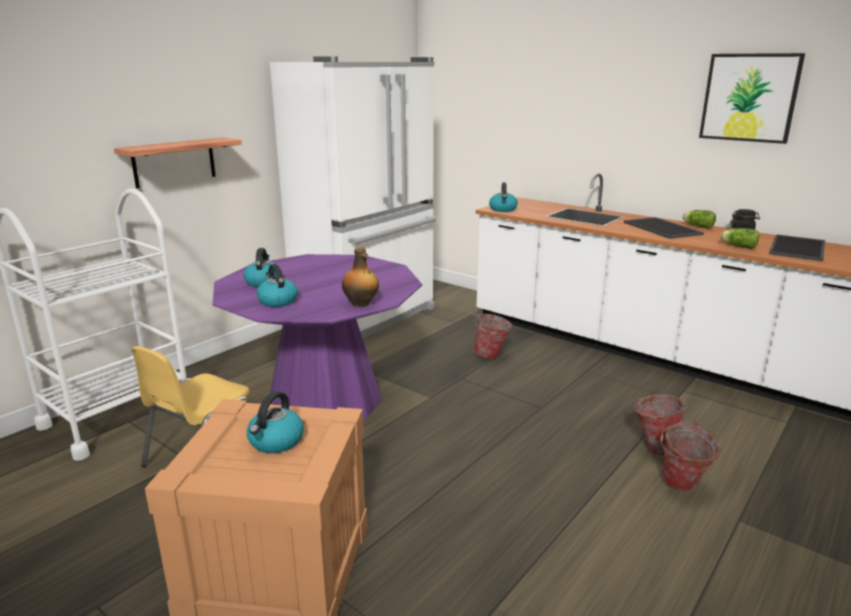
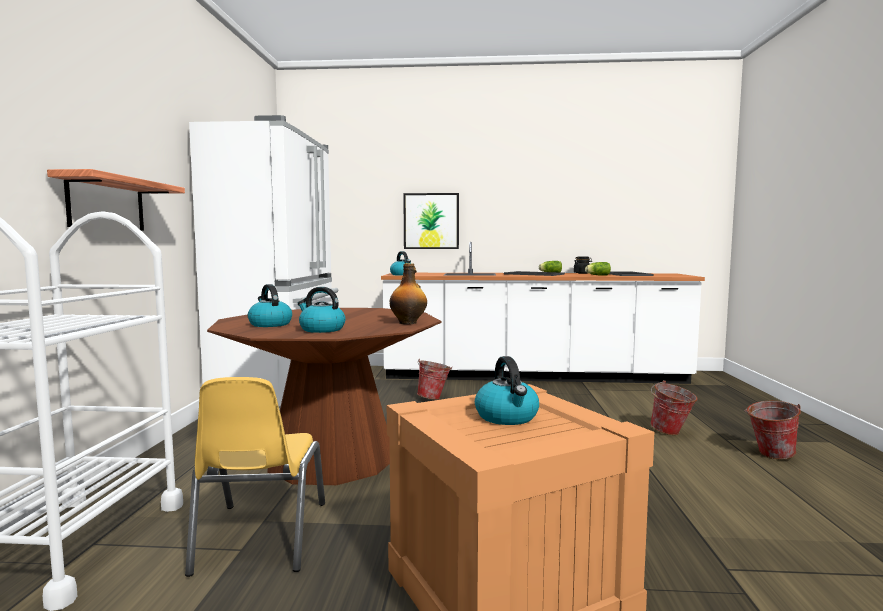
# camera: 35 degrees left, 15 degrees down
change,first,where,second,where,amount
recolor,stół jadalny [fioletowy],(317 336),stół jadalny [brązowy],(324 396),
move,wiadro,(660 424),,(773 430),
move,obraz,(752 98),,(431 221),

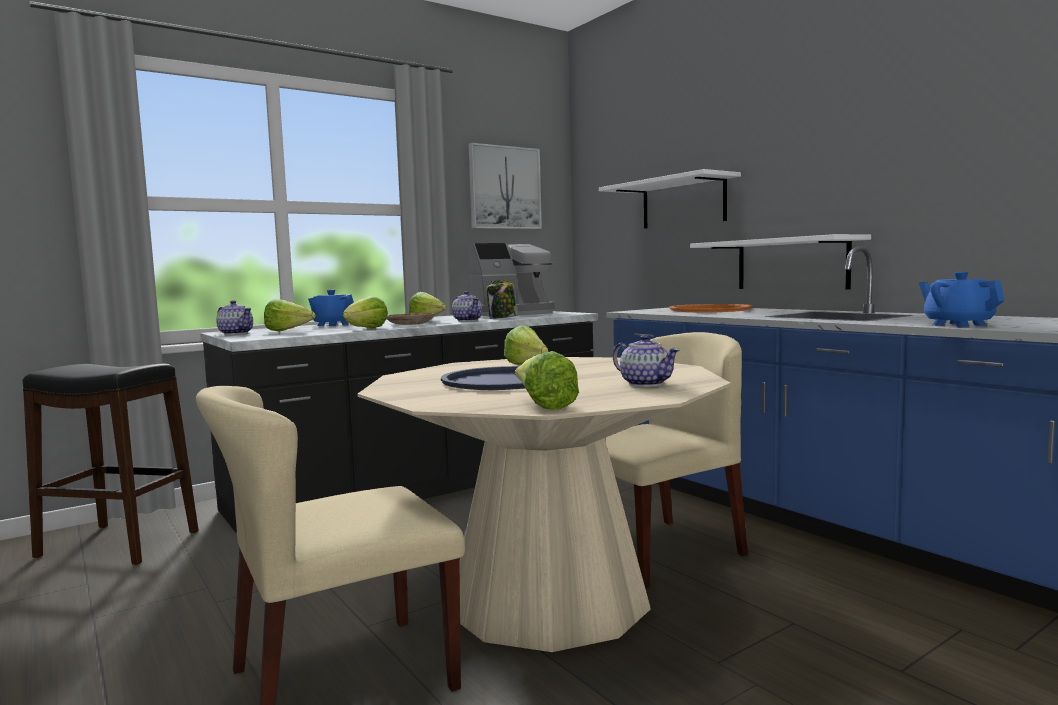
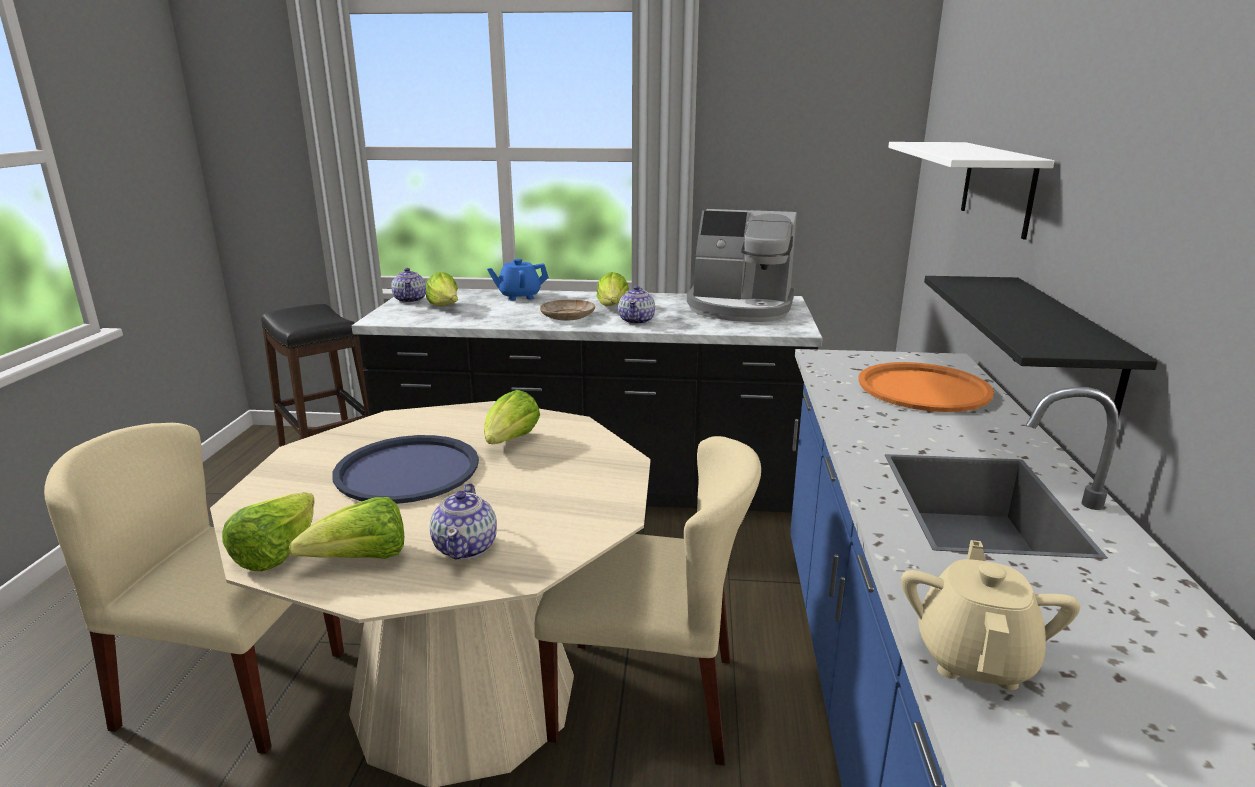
# camera: 40 degrees right, 15 degrees up
change,first,where,second,where,amount
move,sałata,(365 312),,(346 528),
delete,obraz,(505 186),,,
delete,słoik,(502 299),,,
recolor,półka [biały],(780 262),półka [czarny],(1041 346),
recolor,imbryk [niebieski],(962 299),imbryk [beżowy],(991 615),

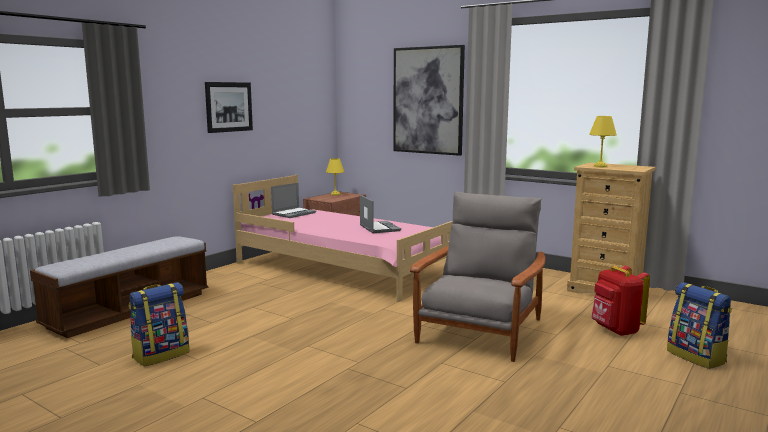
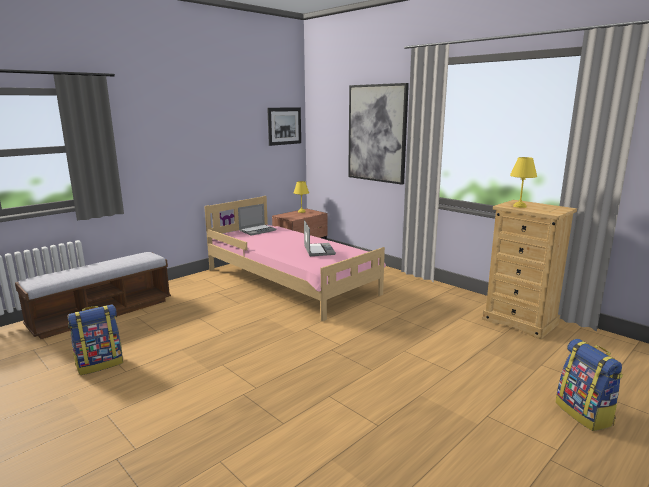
# camera: 10 degrees right, 5 degrees up
change,first,where,second,where,amount
move,obraz,(229 107),,(284 126),
delete,fotel [szary],(478 277),,,
delete,plecak [czerwony],(620 301),,,

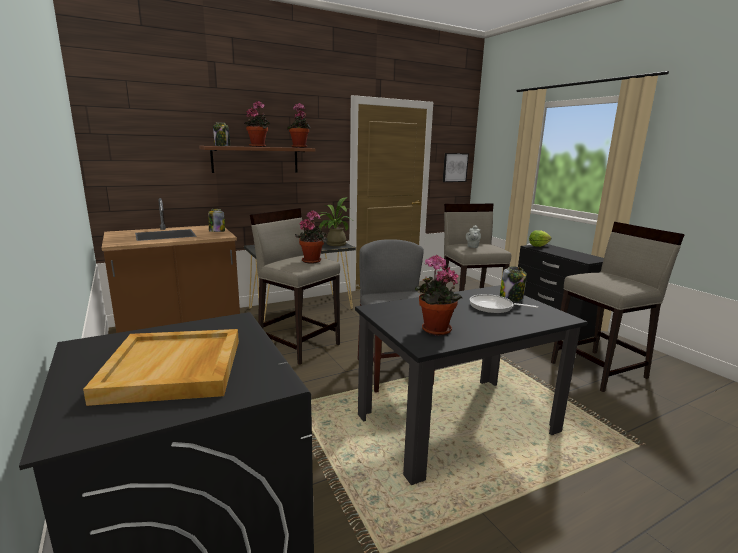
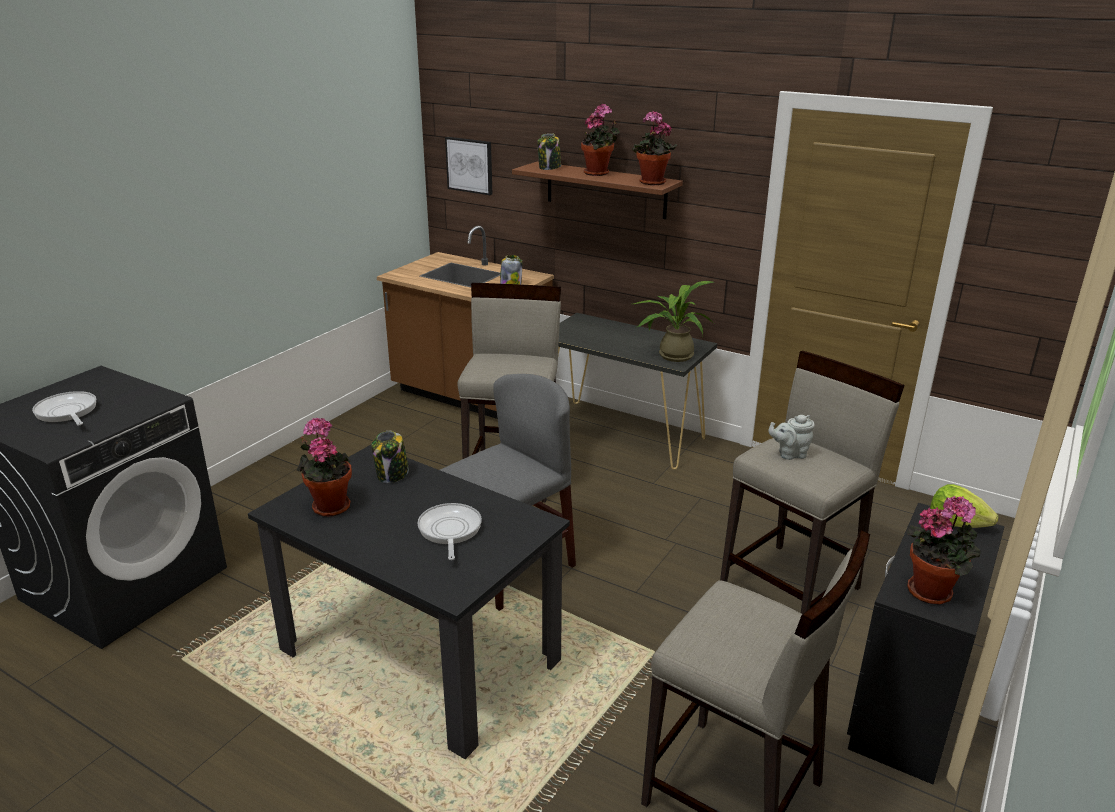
# camera: 60 degrees right, 10 degrees up
change,first,where,second,where,amount
replace,taca [beżowy],(161 367),patelnia,(64 408),
move,roślina doniczkowa,(311 237),,(944 550),
move,obraz,(456 167),,(468 166),
move,słoik,(513 283),,(390 457),

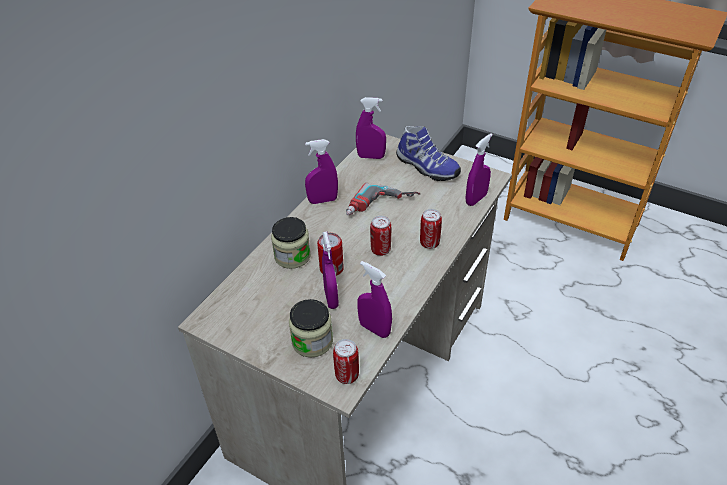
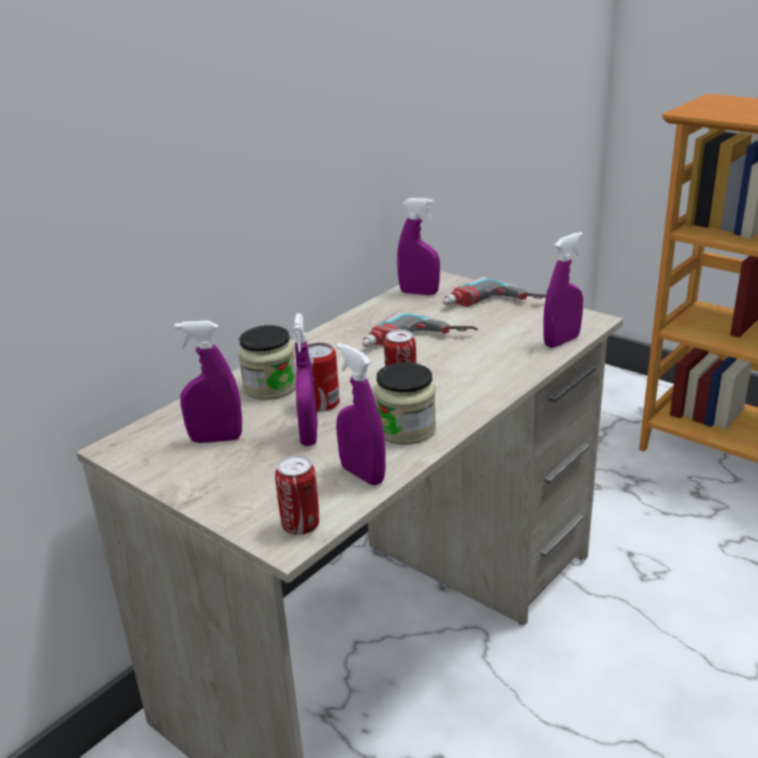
# camera: 10 degrees right, 15 degrees down
change,first,where,second,where,amount
move,słoik,(311 328),,(405 403),
move,spryskiwacz [fioletowy],(321 171),,(208 382),
replace,but,(428 153),wiertarka,(494 291),
delete,puszka,(431 229),,,

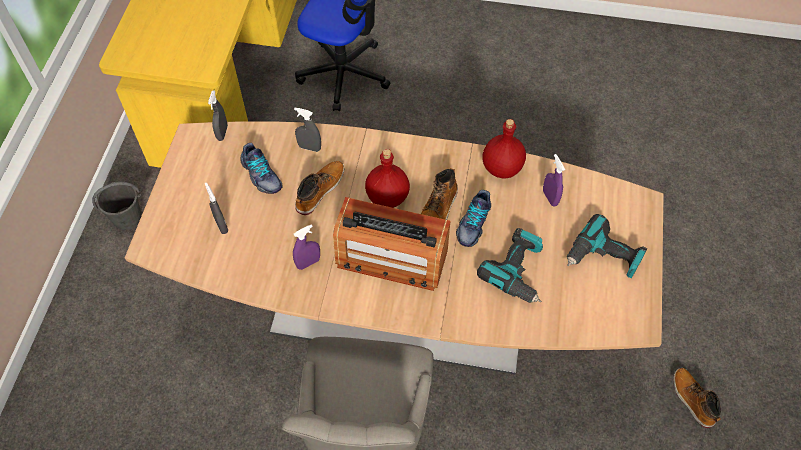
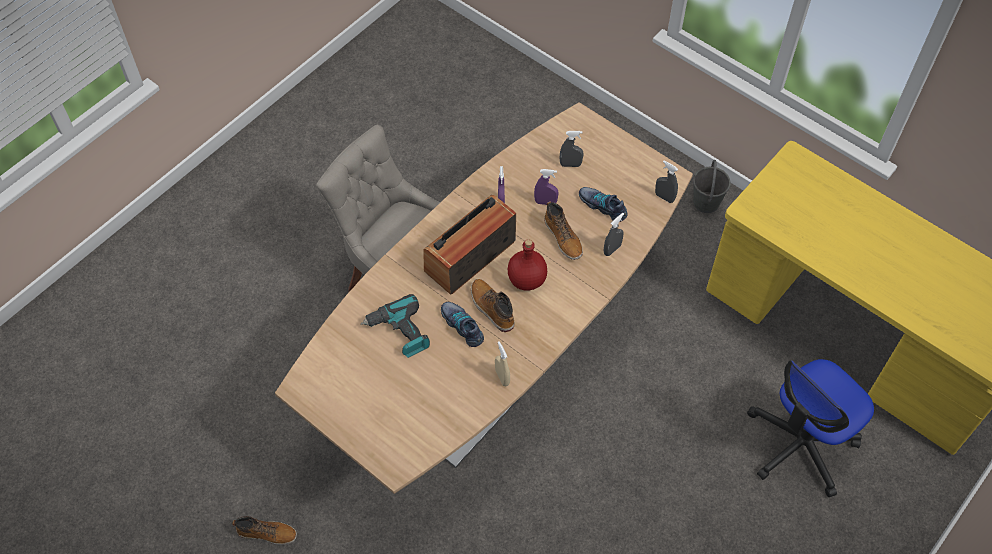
# camera: 120 degrees right, 0 degrees up
change,first,where,second,where,amount
rotate,but,(262 168),,(603 204),45 degrees clockwise
replace,butelka [czerwony],(504 149),spryskiwacz [beżowy],(502 364),
move,spryskiwacz [fioletowy],(554 180),,(546 187),
delete,wiertarka,(607 246),,,

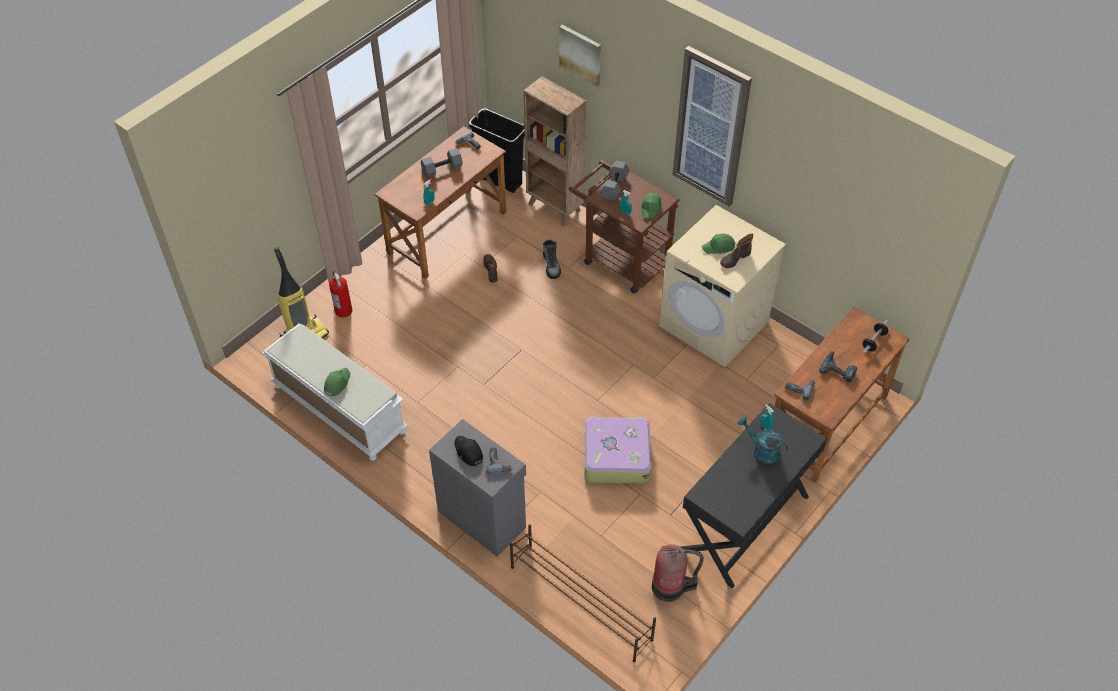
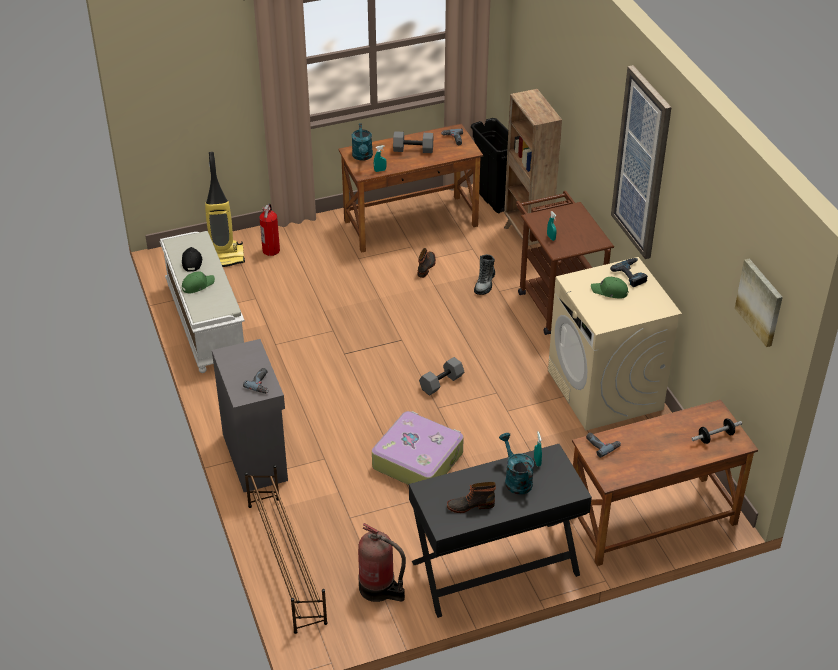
# camera: 30 degrees right, 10 degrees down
change,first,where,second,where,amount
move,czapka z daszkiem [czarny],(468 451),,(192 259),
move,obraz,(580 56),,(759 303),
move,hantel [szary],(614 180),,(441 376),
delete,czapka z daszkiem [zielony],(651 206),,,
move,but z cholewką,(736 250),,(471 497),
move,wiertarka,(838 366),,(629 272),
insert,,,konewka [turkusowy],(362 142),

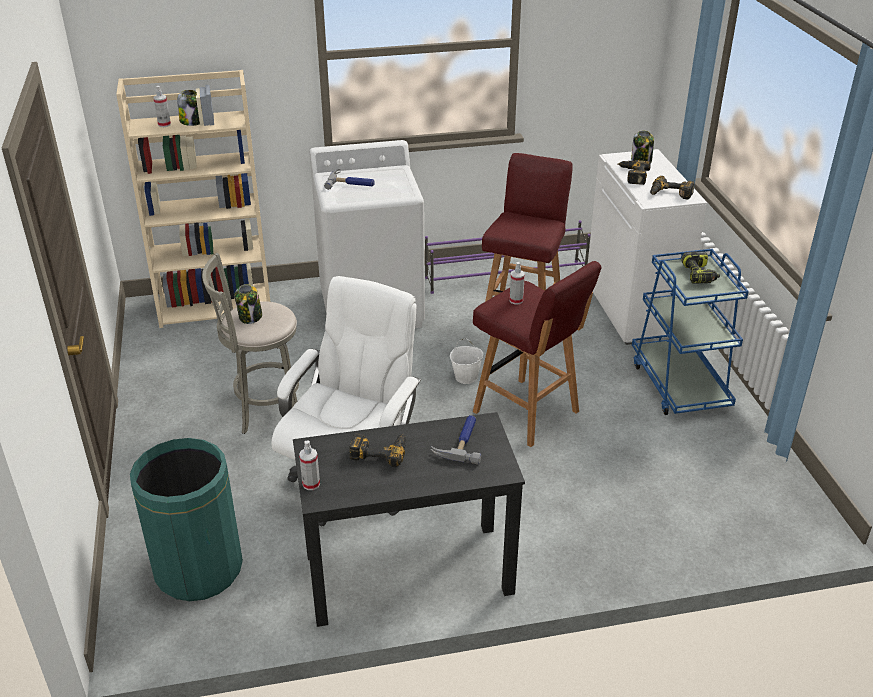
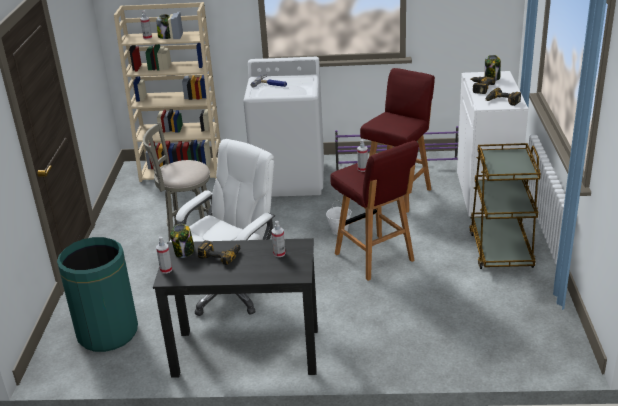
# camera: 15 degrees right, 5 degrees down
change,first,where,second,where,amount
move,słoik,(248 304),,(182 241),
replace,młotek,(456 439),spryskiwacz,(278 239),
recolor,wózek [niebieski],(690 332),wózek [brązowy],(505 206),
delete,wiertarka,(700 267),,,

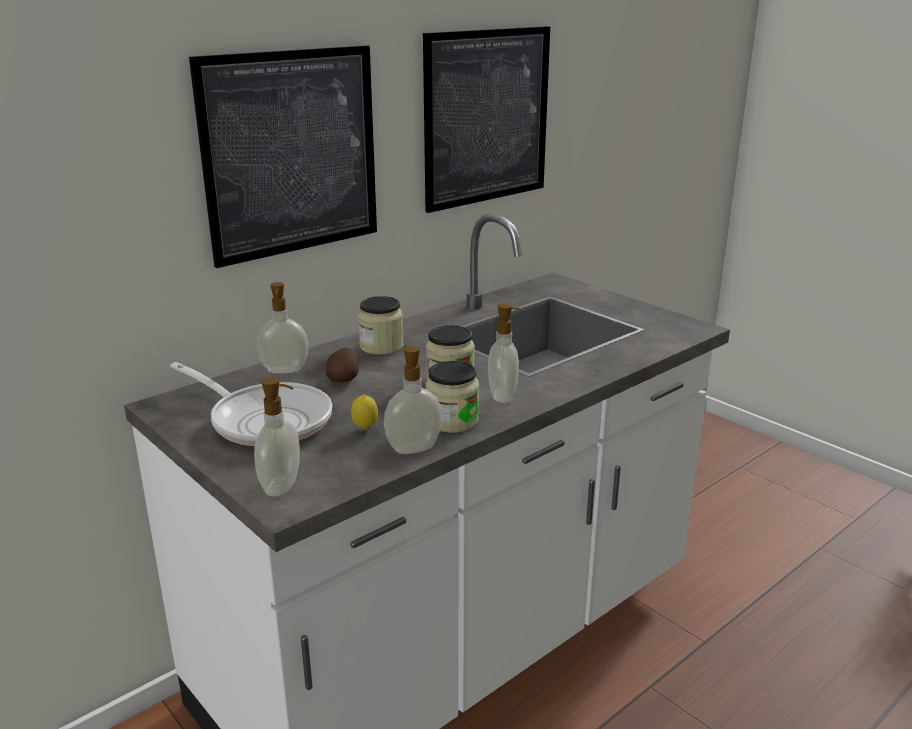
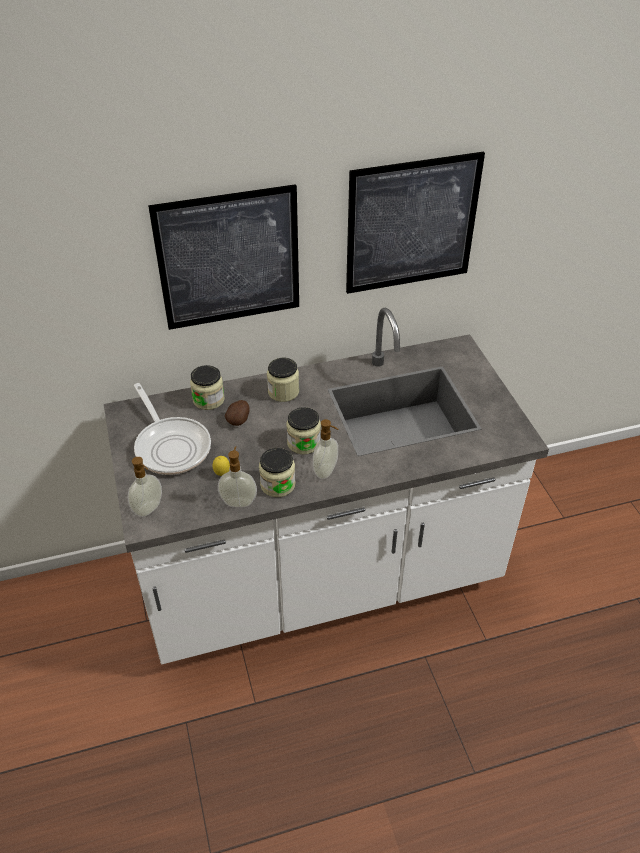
# camera: 25 degrees right, 20 degrees up
change,first,where,second,where,amount
replace,dozownik mydła,(283 328),słoik,(207 387),

